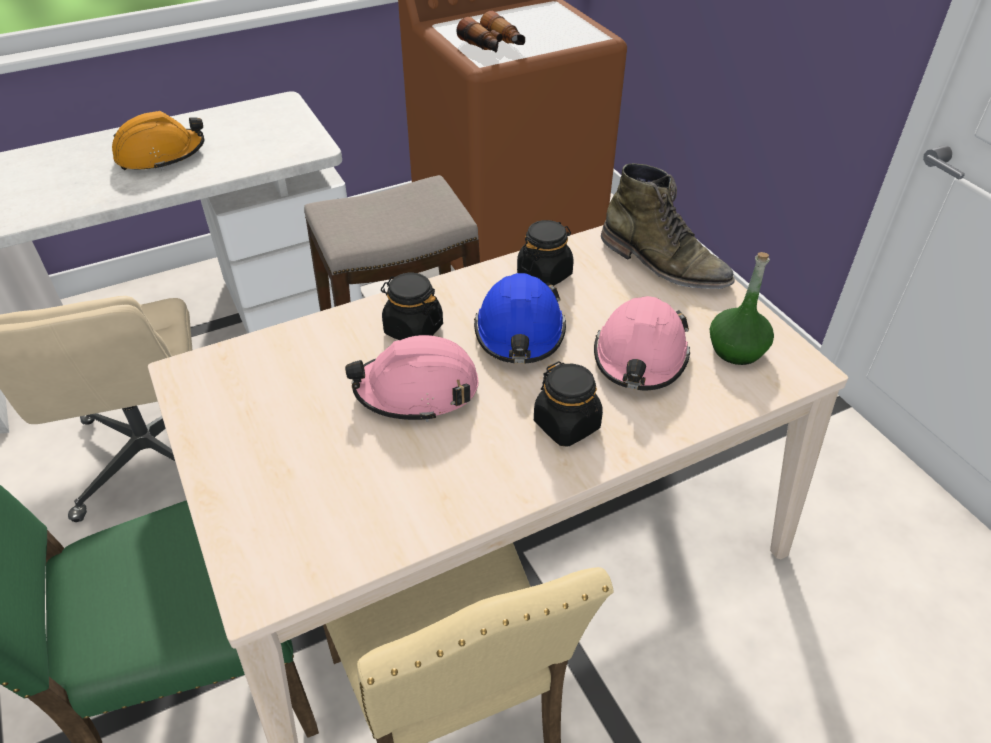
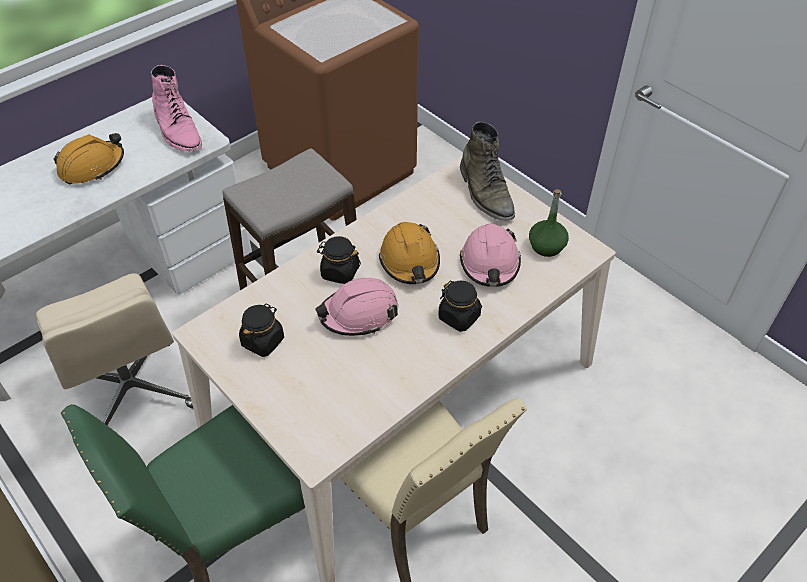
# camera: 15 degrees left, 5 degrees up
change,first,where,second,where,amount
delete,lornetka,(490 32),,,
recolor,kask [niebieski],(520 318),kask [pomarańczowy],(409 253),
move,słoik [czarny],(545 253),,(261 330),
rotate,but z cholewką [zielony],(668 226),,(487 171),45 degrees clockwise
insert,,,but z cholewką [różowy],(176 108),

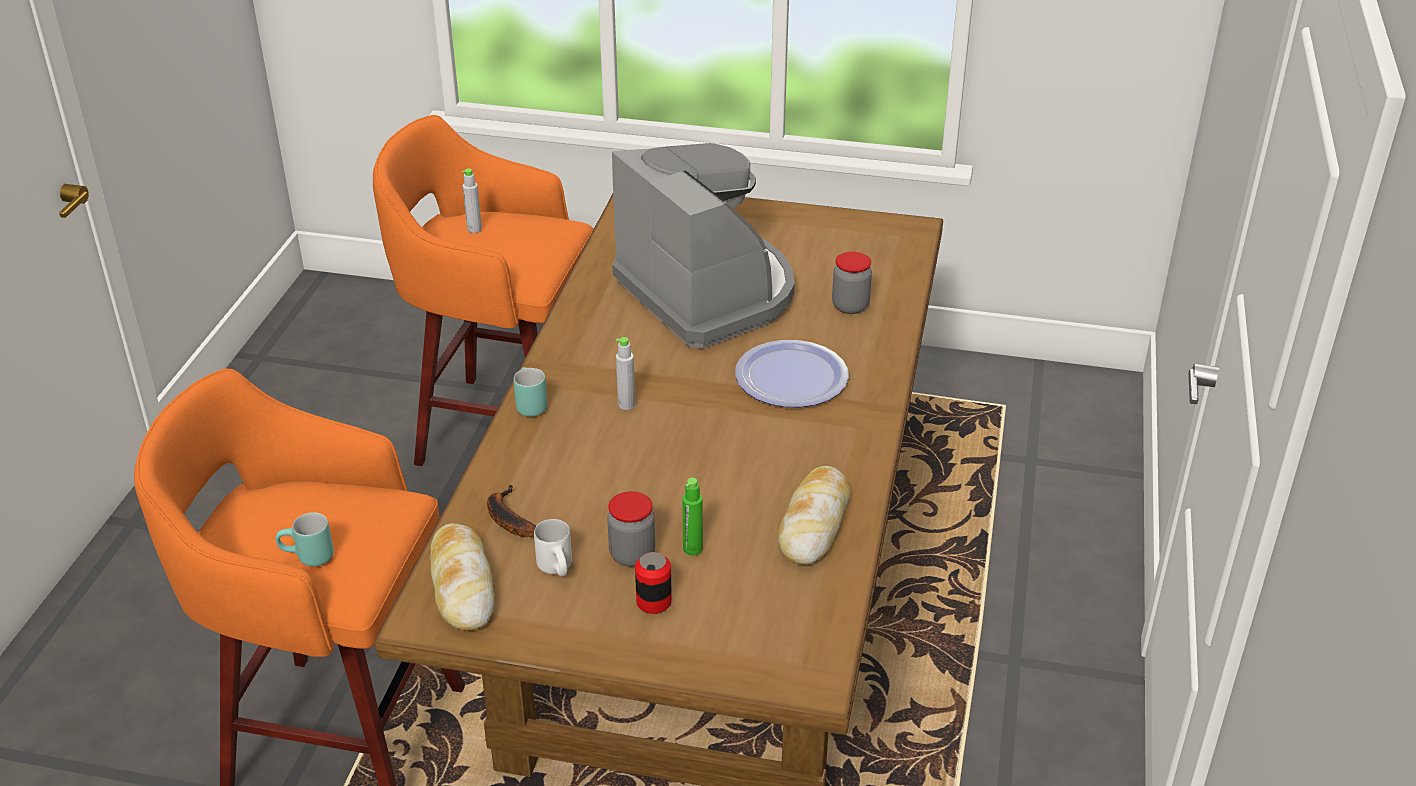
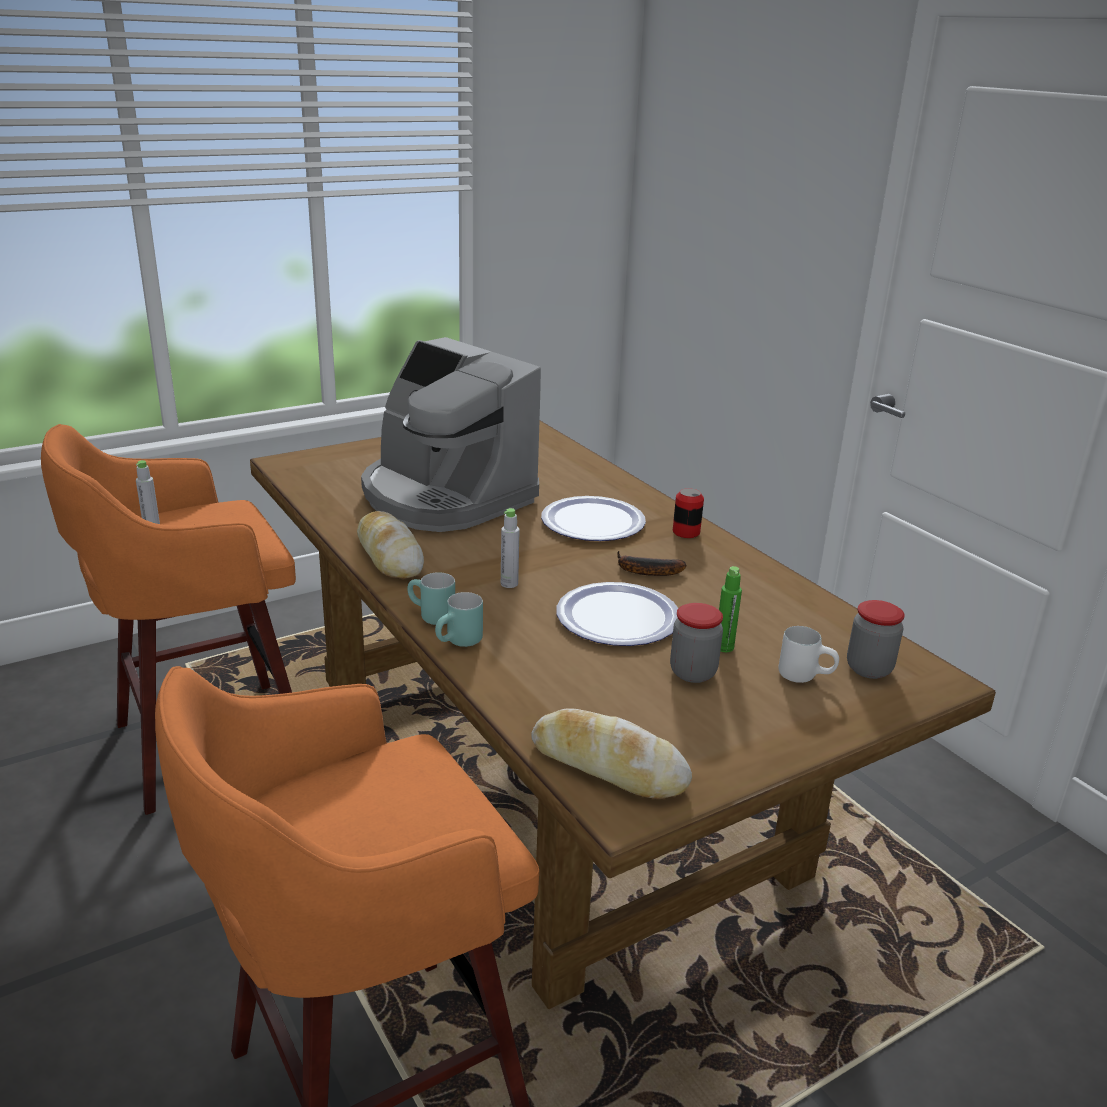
# camera: 45 degrees left, 10 degrees down
change,first,where,second,where,amount
move,kubek [turkusowy],(304 539),,(459 619),
move,banan,(511 511),,(652 563),
move,kubek [biały],(553 547),,(809 654),
rotate,ekspres do kawy,(703 245),,(451 434),150 degrees counterclockwise
move,puszka,(653 583),,(688 513),
move,chleb,(814 515),,(390 545),
move,słoik,(852 283),,(876 639),
insert,,,talerz,(617 614),

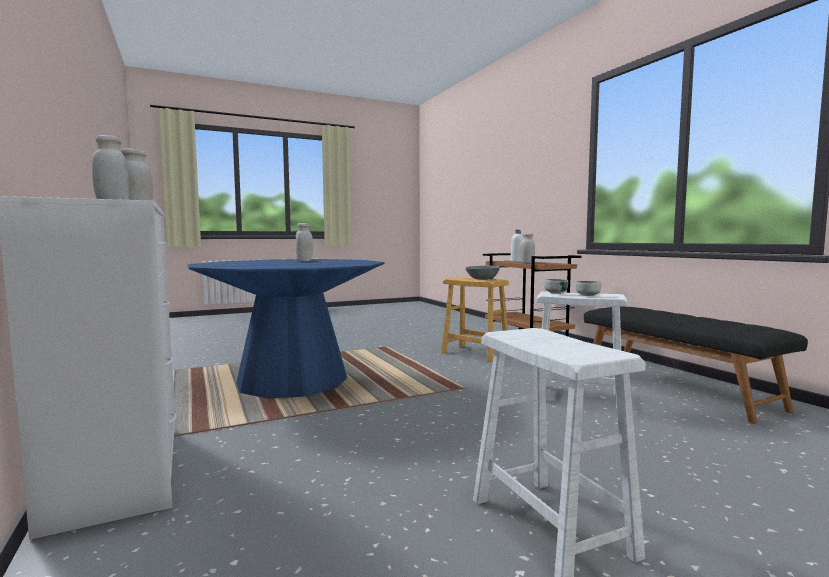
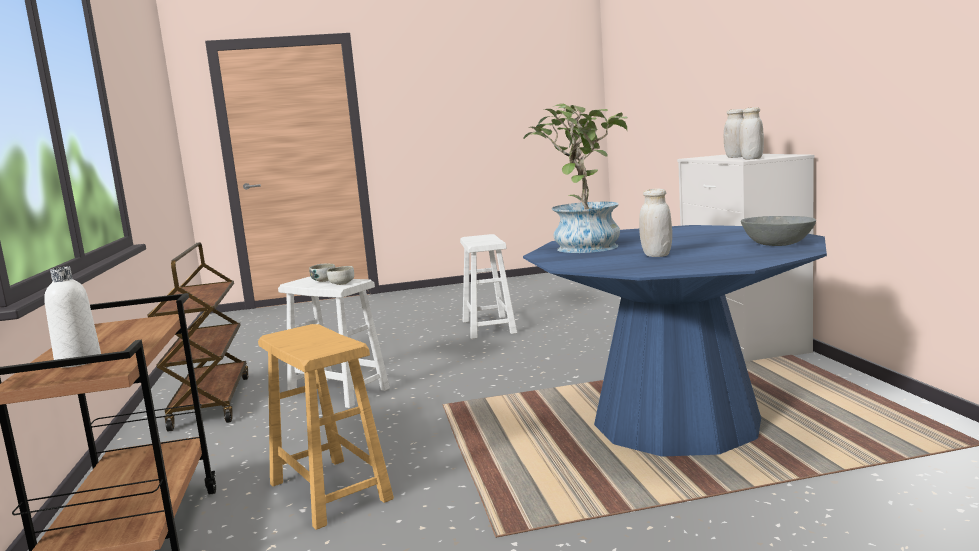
# camera: 165 degrees left, 5 degrees up
change,first,where,second,where,amount
move,miska [szary],(482 273),,(778 231),
delete,słoik [biały],(527 248),,,
replace,ławka [czarny],(696 365),wózek [brązowy],(198 337),
insert,,,roślina doniczkowa,(575 178),

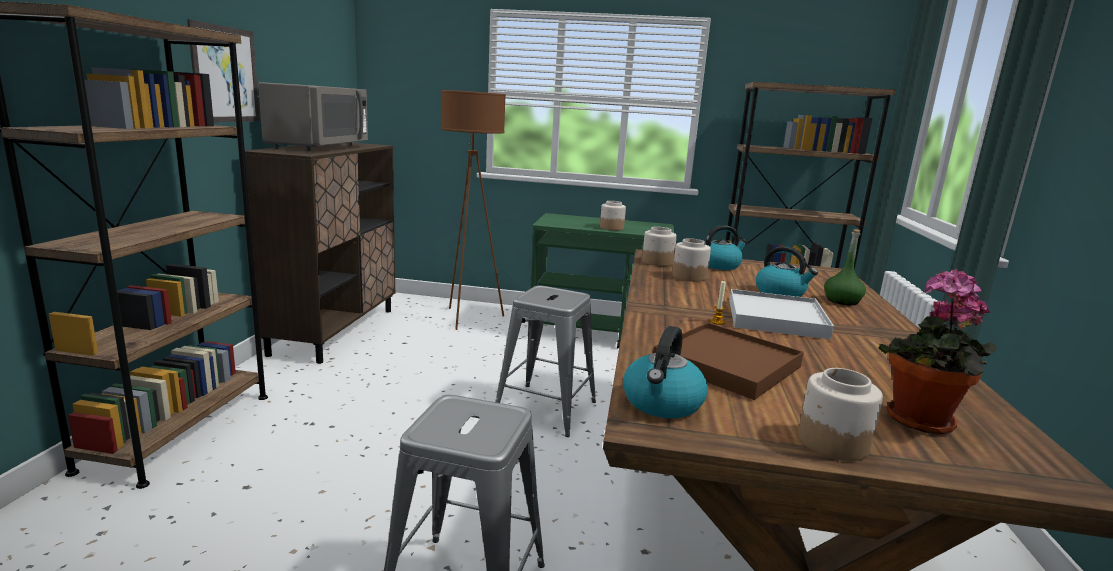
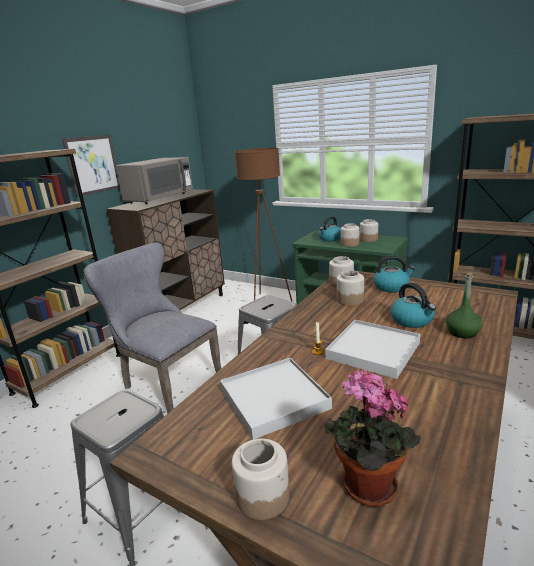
# camera: 25 degrees right, 5 degrees up
change,first,where,second,where,amount
move,czajnik,(665 372),,(330 228),
recolor,taca [brązowy],(728 361),taca [biały],(276 398),
insert,,,krzesło [szary],(152 328),
insert,,,słoik,(369 230),

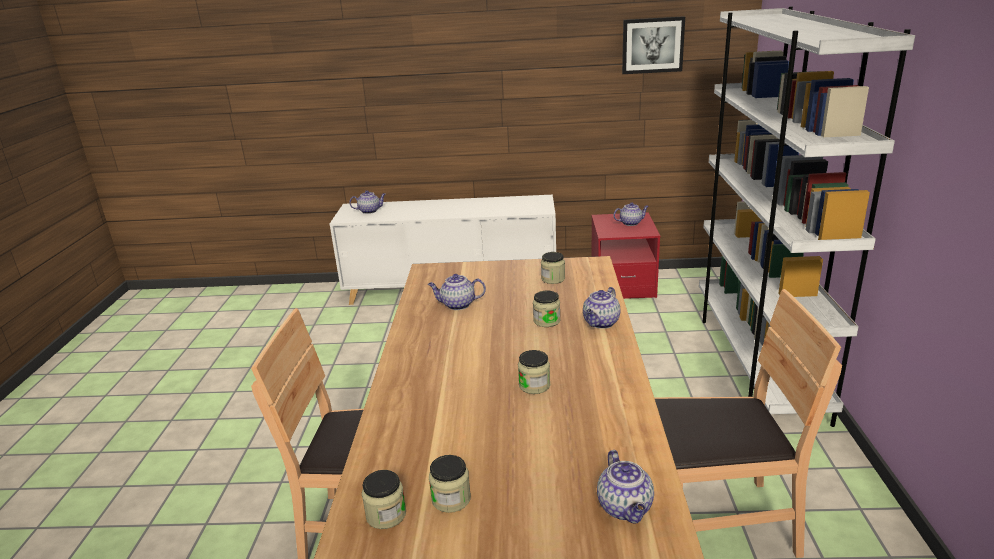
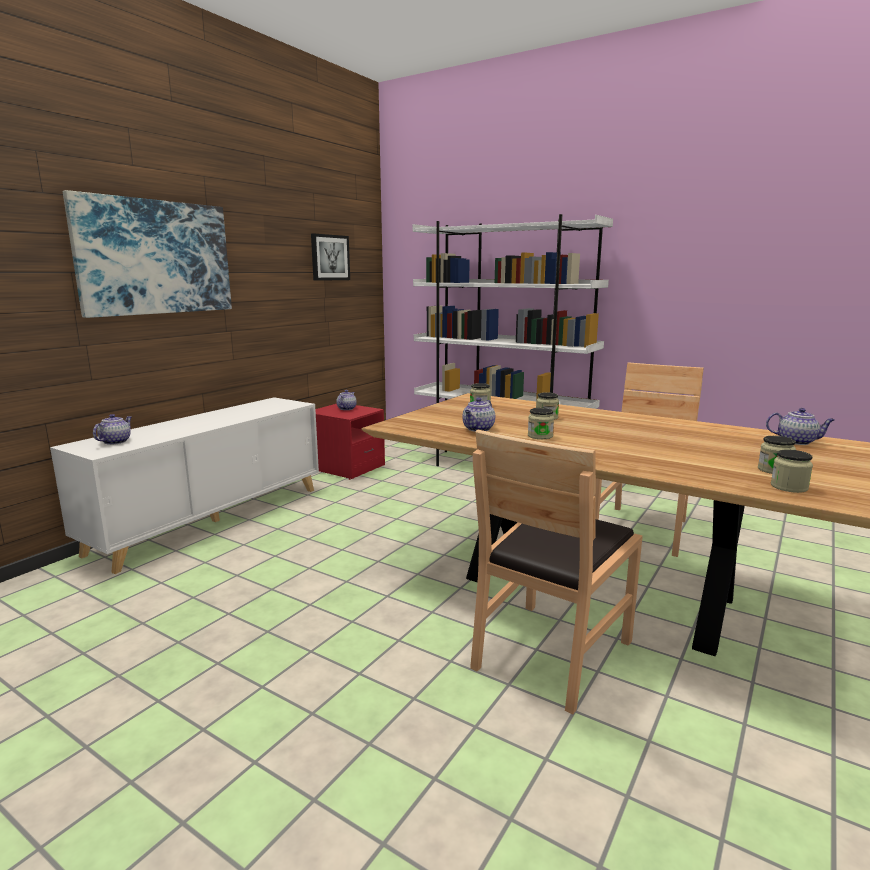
# camera: 60 degrees left, 10 degrees down
change,first,where,second,where,amount
move,słoik,(534 372),,(541 423),
delete,imbryk,(601 308),,,
insert,,,obraz,(147 254),

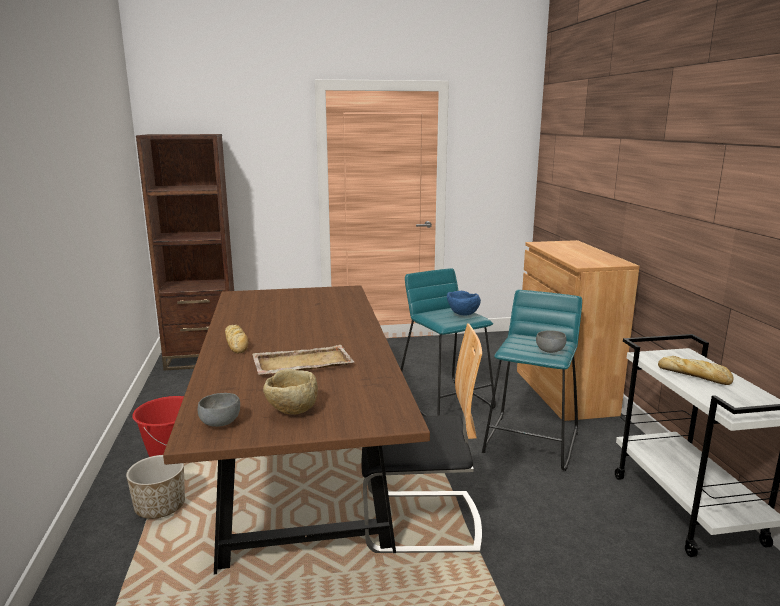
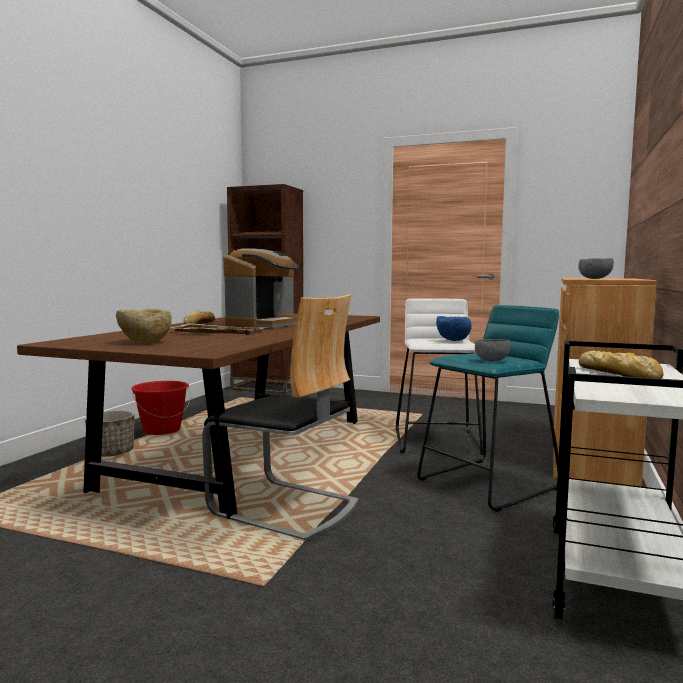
# camera: 30 degrees right, 10 degrees down
change,first,where,second,where,amount
move,miska [szary],(219 410),,(596 268),
recolor,stołek [turkusowy],(448 342),stołek [biały],(439 376),
insert,,,ekspres do kawy,(261 288),

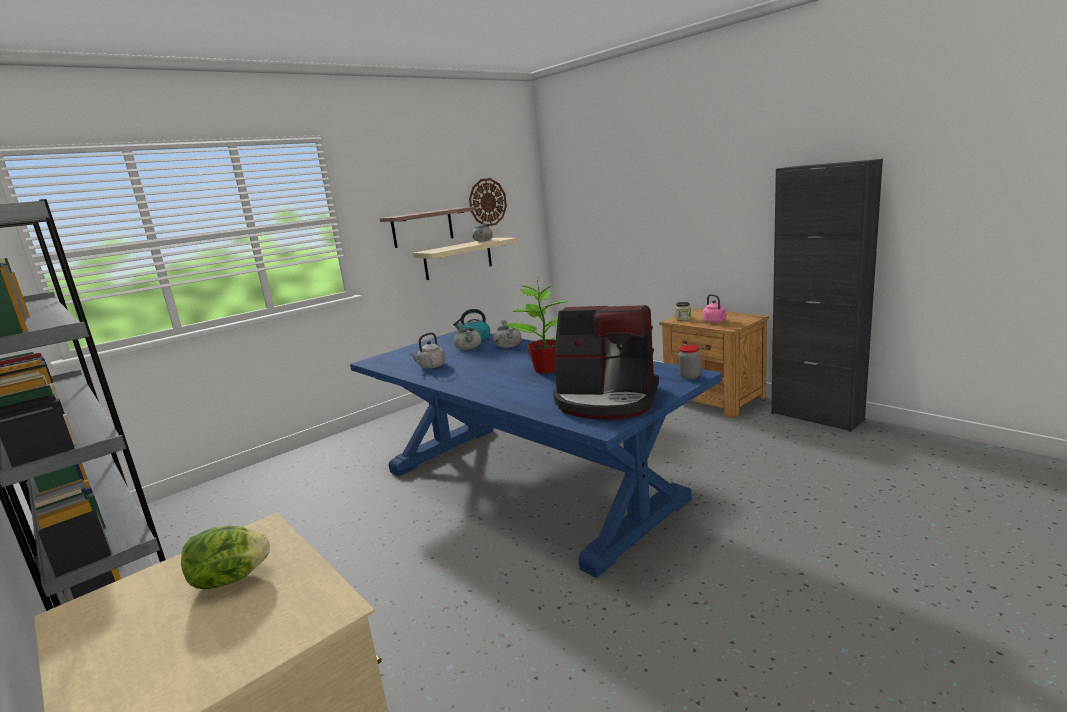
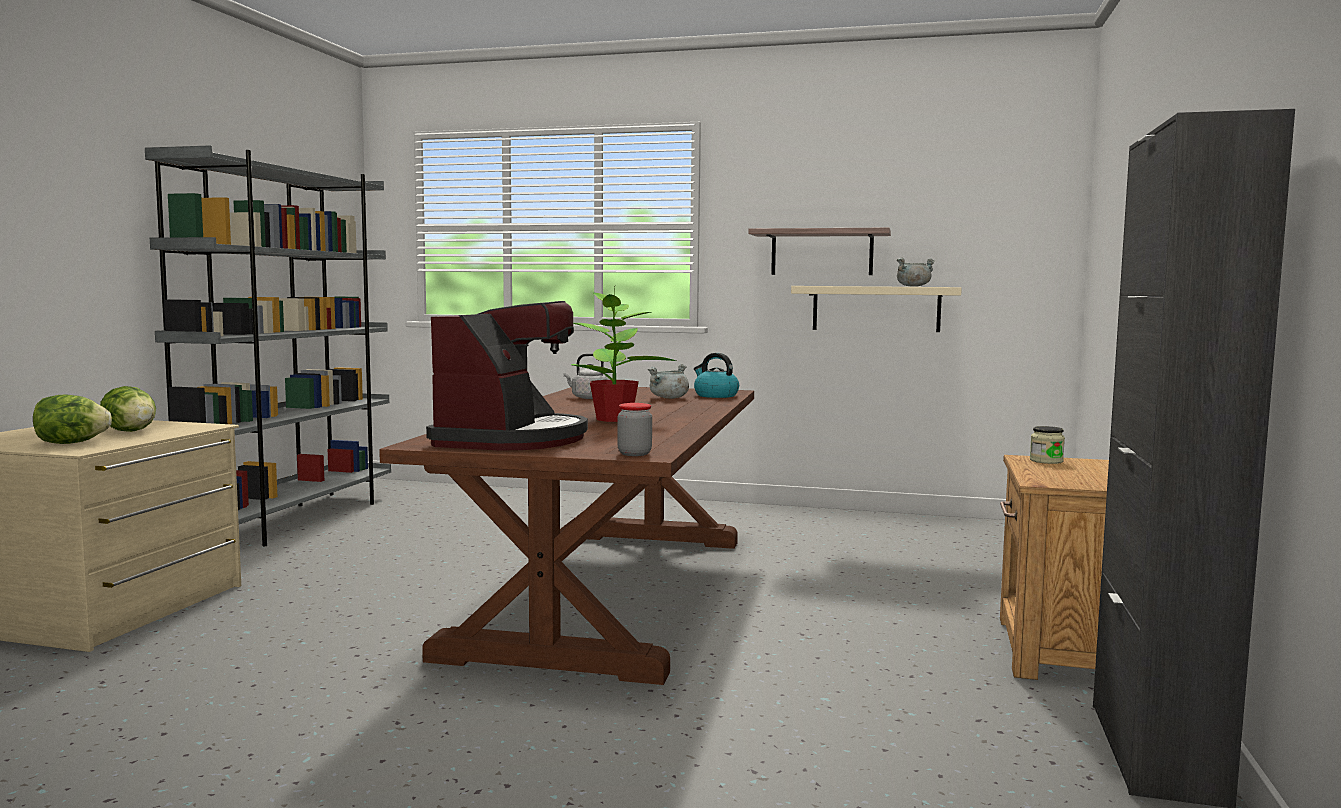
# camera: 55 degrees right, 10 degrees down
change,first,where,second,where,amount
recolor,stół jadalny [niebieski],(536 454),stół jadalny [brązowy],(566 536),
delete,zegar ścienny,(488 202),,,
delete,garnek [szary],(507 334),,,
rotate,ekspres do kawy,(606 362),,(507 376),150 degrees counterclockwise
delete,czajnik [różowy],(714 308),,,
insert,,,sałata,(72 419),

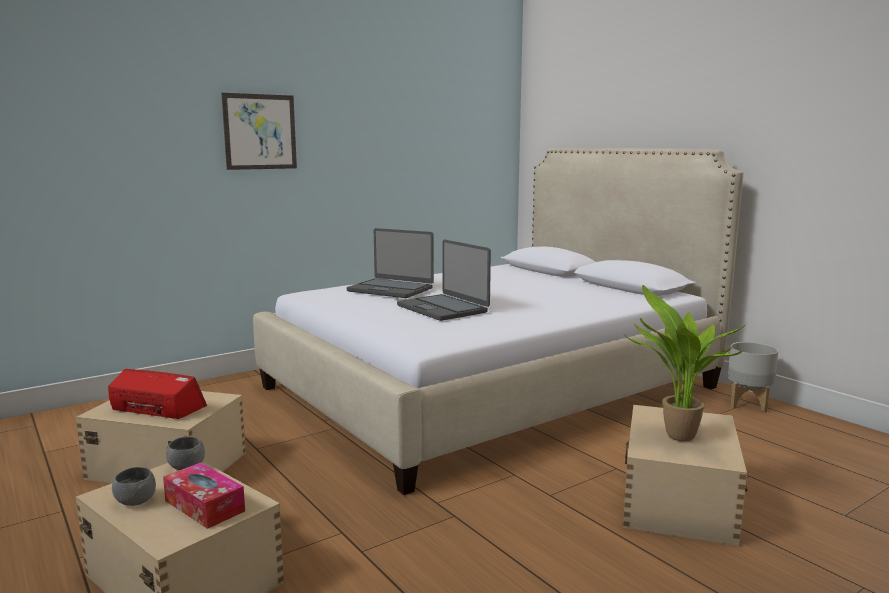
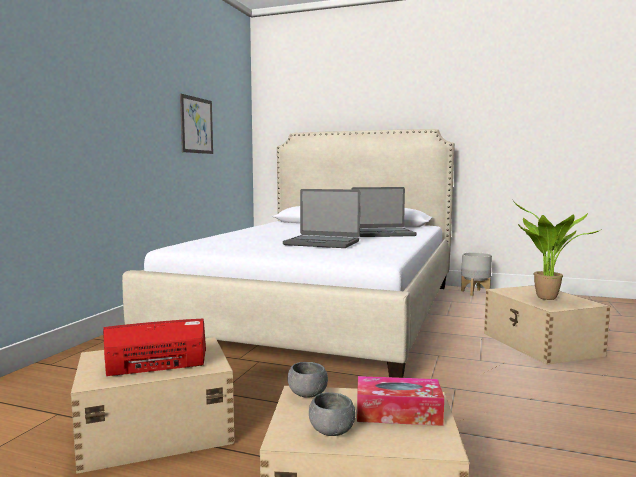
# camera: 35 degrees left, 5 degrees down
change,first,where,second,where,amount
move,obraz,(259 131),,(196 124),
move,laptop,(390 263),,(384 212),

